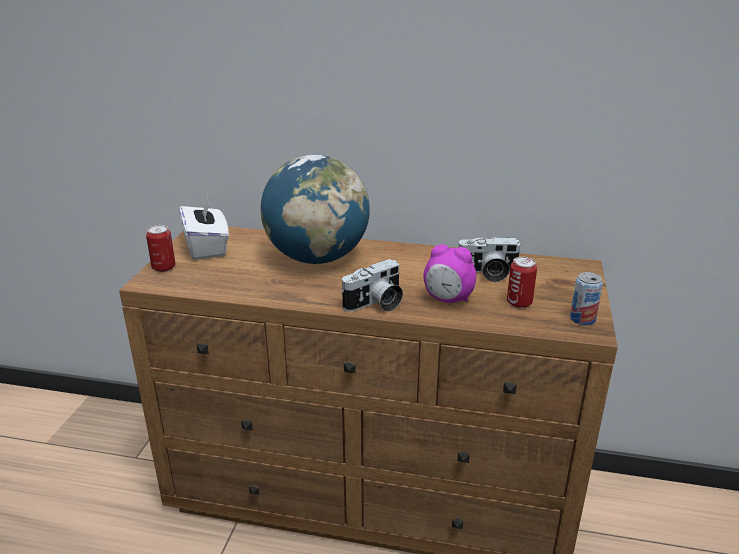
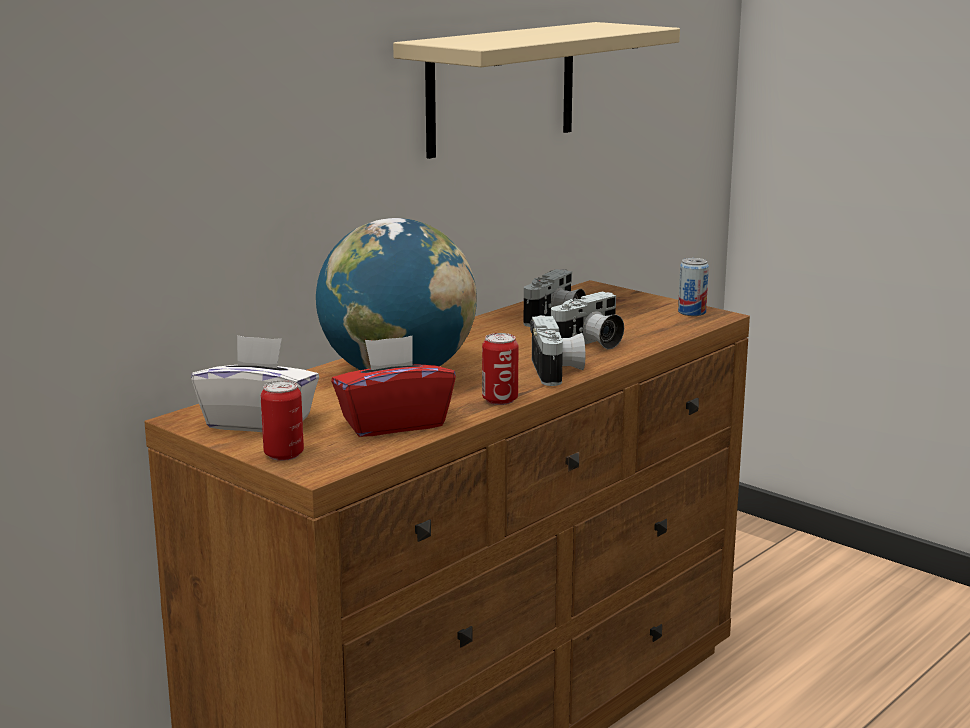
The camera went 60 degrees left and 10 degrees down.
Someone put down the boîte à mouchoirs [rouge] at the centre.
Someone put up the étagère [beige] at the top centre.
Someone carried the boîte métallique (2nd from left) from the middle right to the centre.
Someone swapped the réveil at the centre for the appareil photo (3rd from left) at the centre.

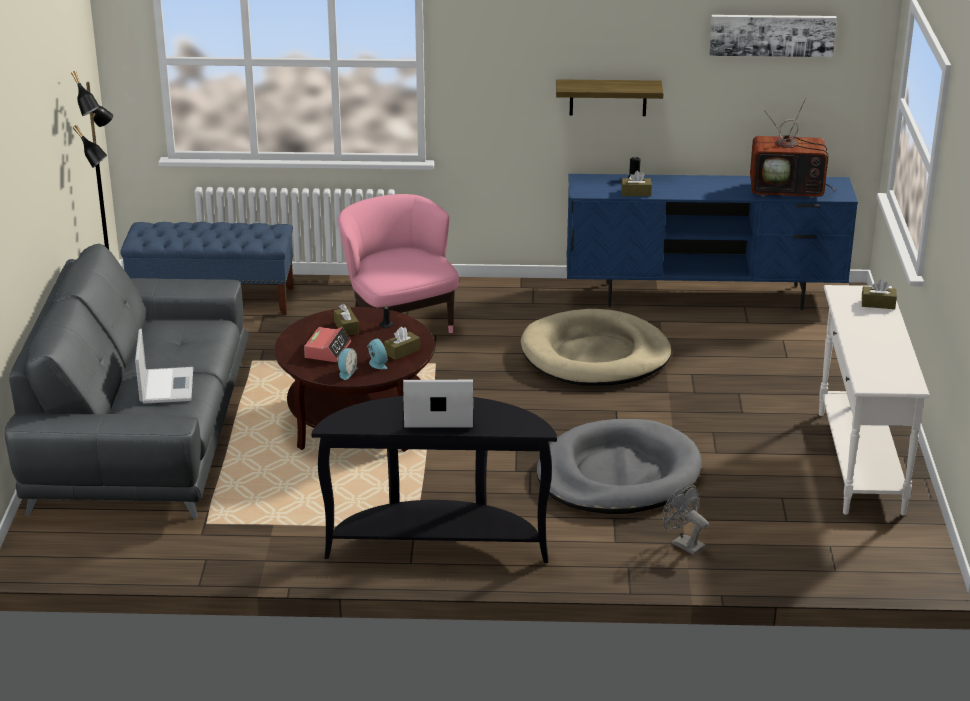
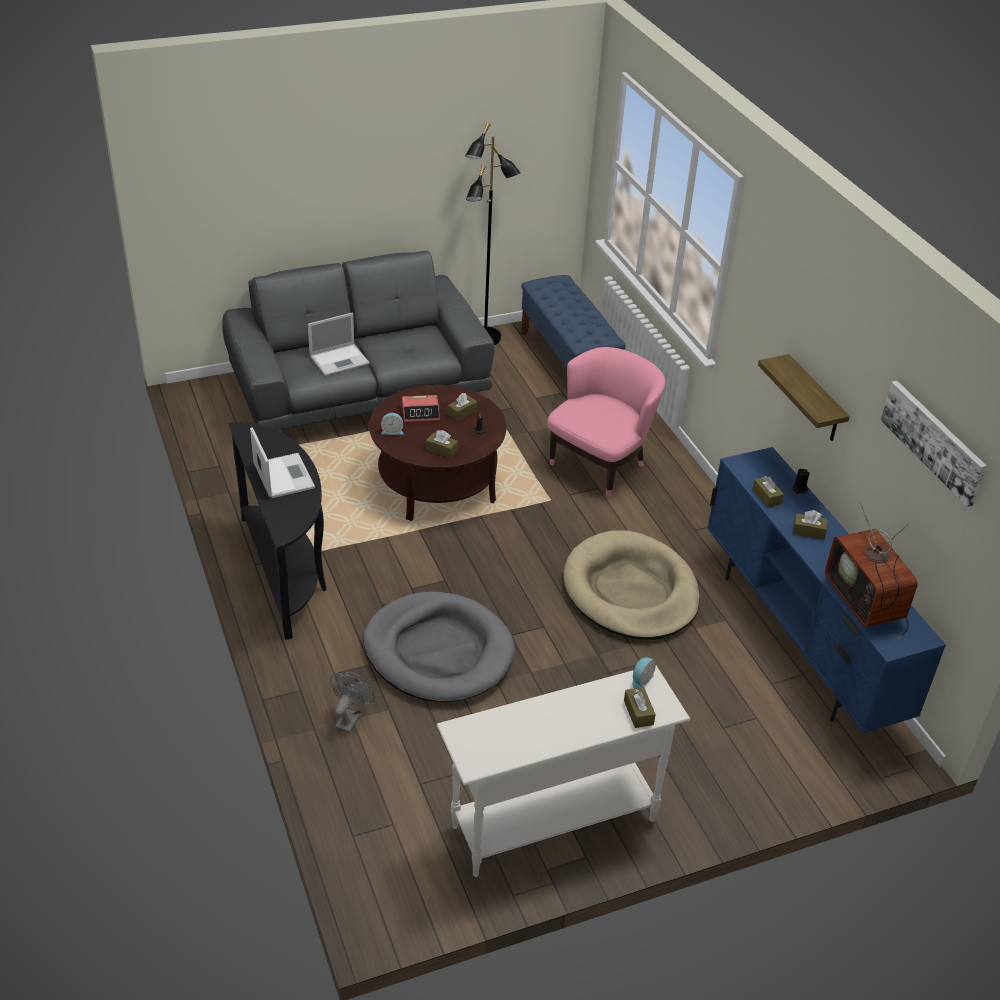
The camera went 65 degrees right and 10 degrees up.
Someone put down the boîte à mouchoirs [marron] (5th from left) at the middle right.
Someone carried the réveil (3rd from left) from the centre to the bottom centre.

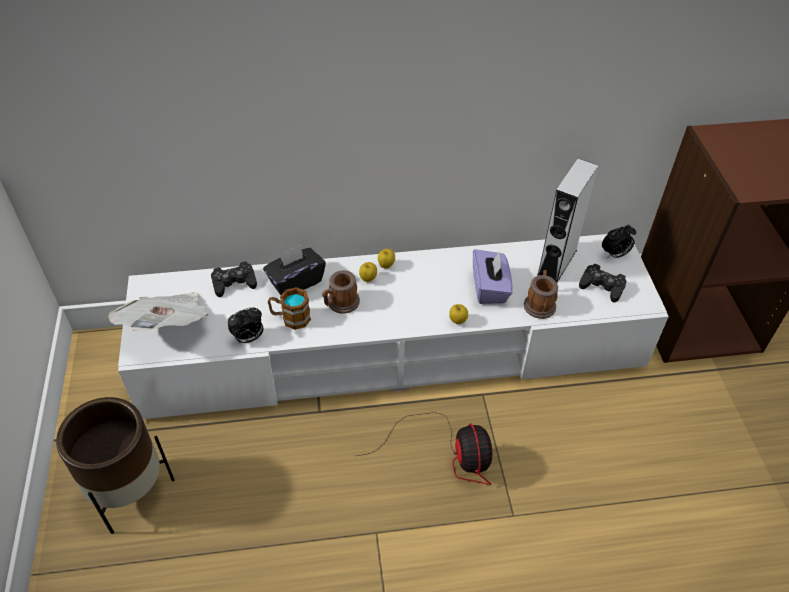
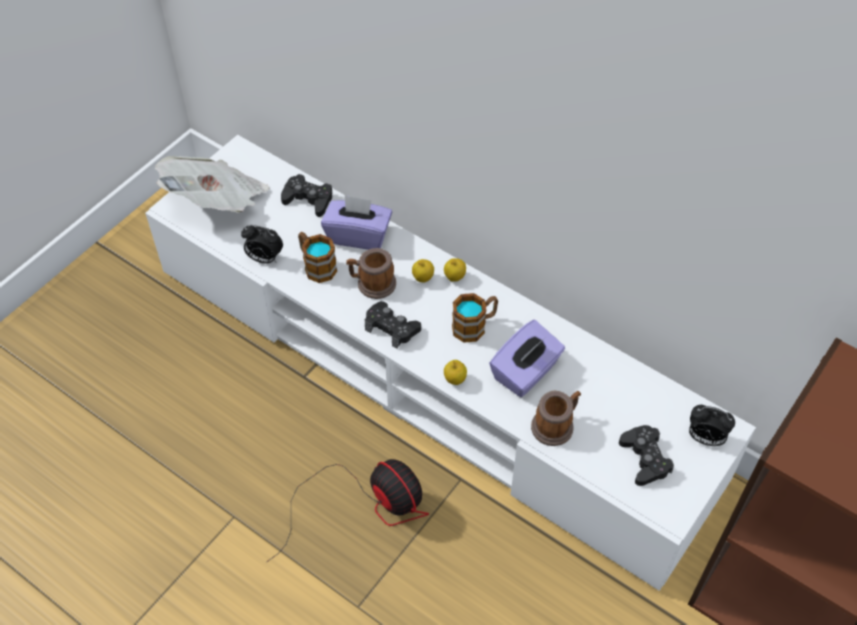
The camera went 45 degrees right and 5 degrees up.
Someone took away the cache-pot [marron] at the bottom left.
Someone took away the enceinte [gris] at the middle right.
Someone put down the manette [noir] (2nd from left) at the centre.
Someone put down the mug (3rd from left) at the centre.
Someone repainted the boîte à mouchoirs [noir] at the centre, which became the boîte à mouchoirs [violet] (1st from left) at the centre.
Someone rotated the ventilateur at the bottom centre by 75 degrees counterclockwise.

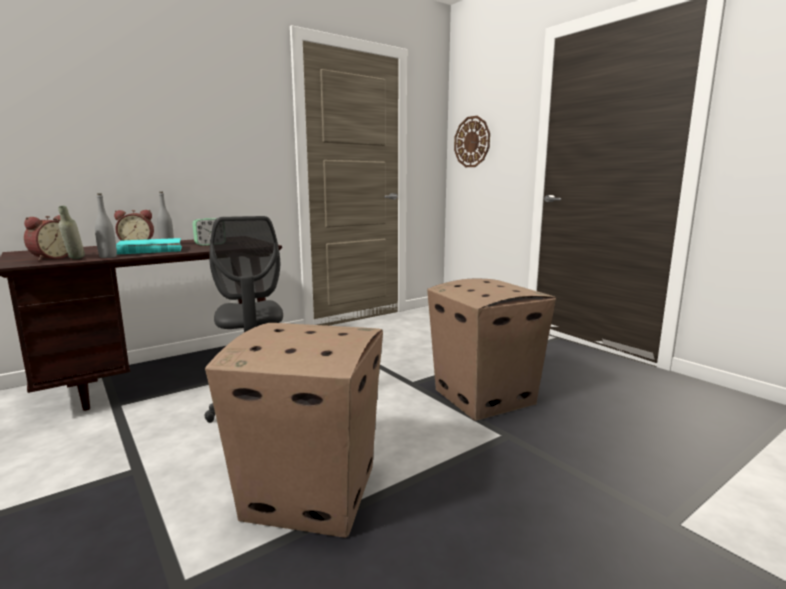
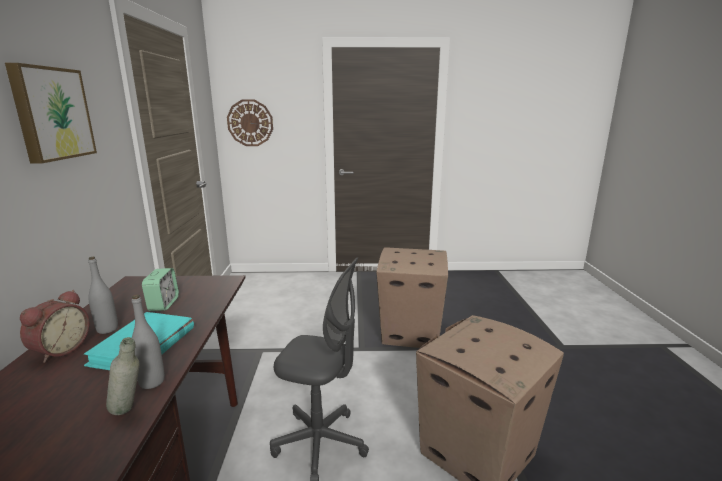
The camera went 55 degrees left and 5 degrees up.
Someone took away the réveil (1st from left) at the middle left.
Someone put up the tableau at the top left.

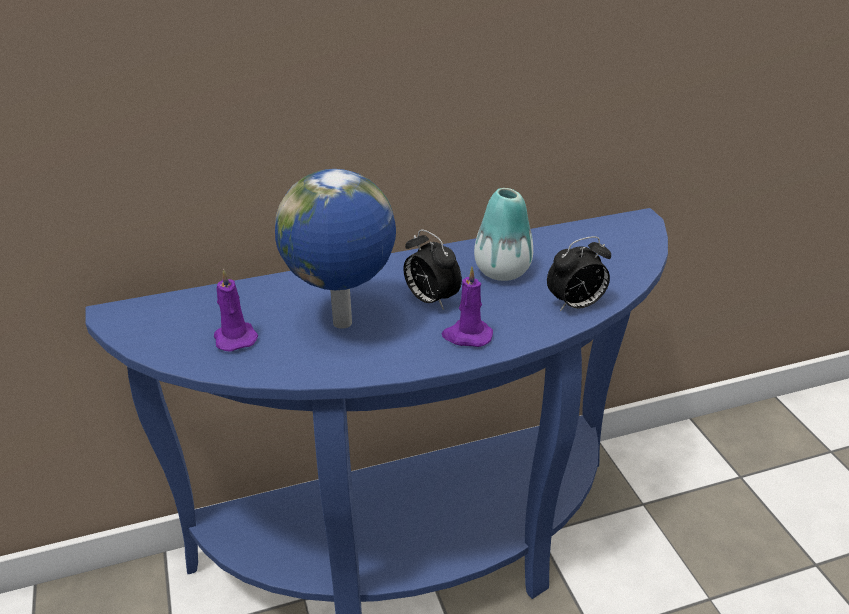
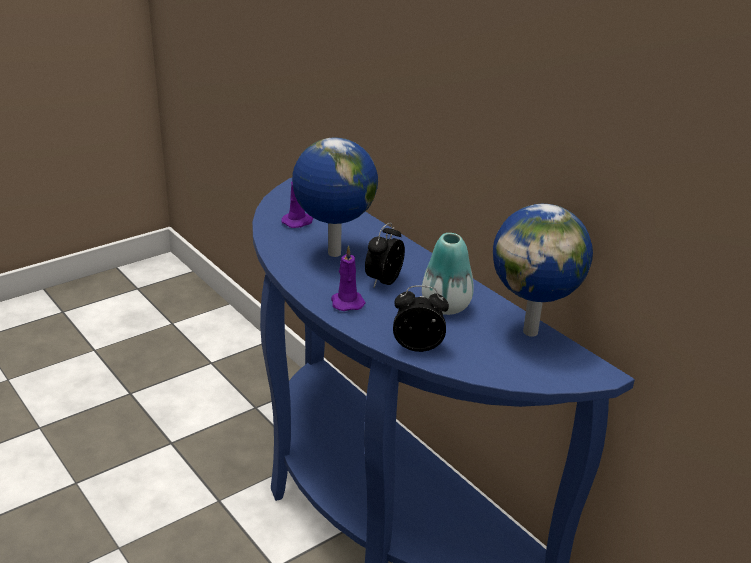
The camera went 70 degrees right and 5 degrees down.
Someone put down the globe (2nd from left) at the middle right.
Someone rotated the réveil (2nd from left) at the middle right by 135 degrees clockwise.

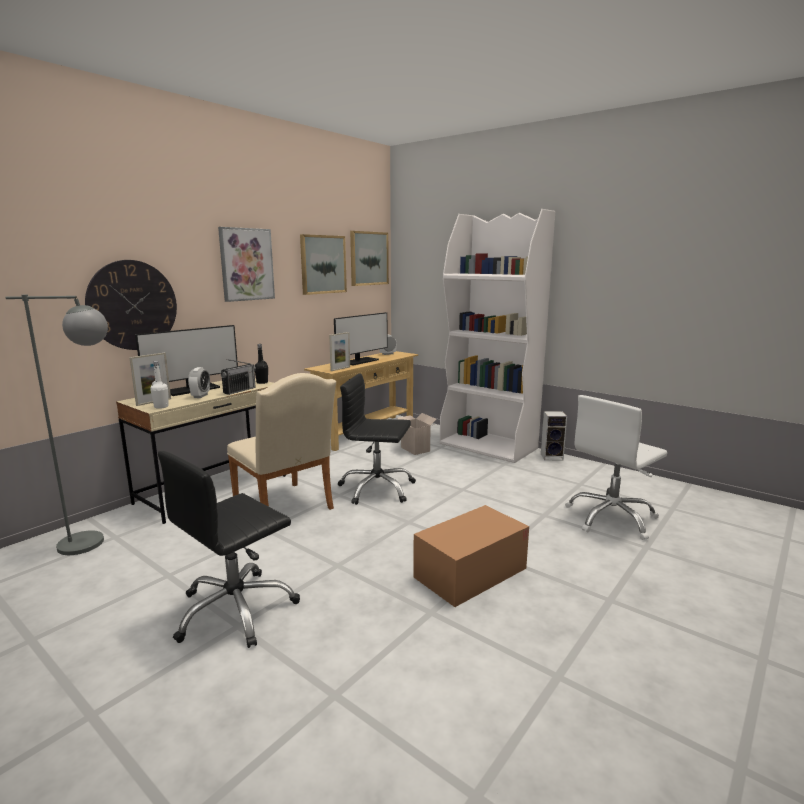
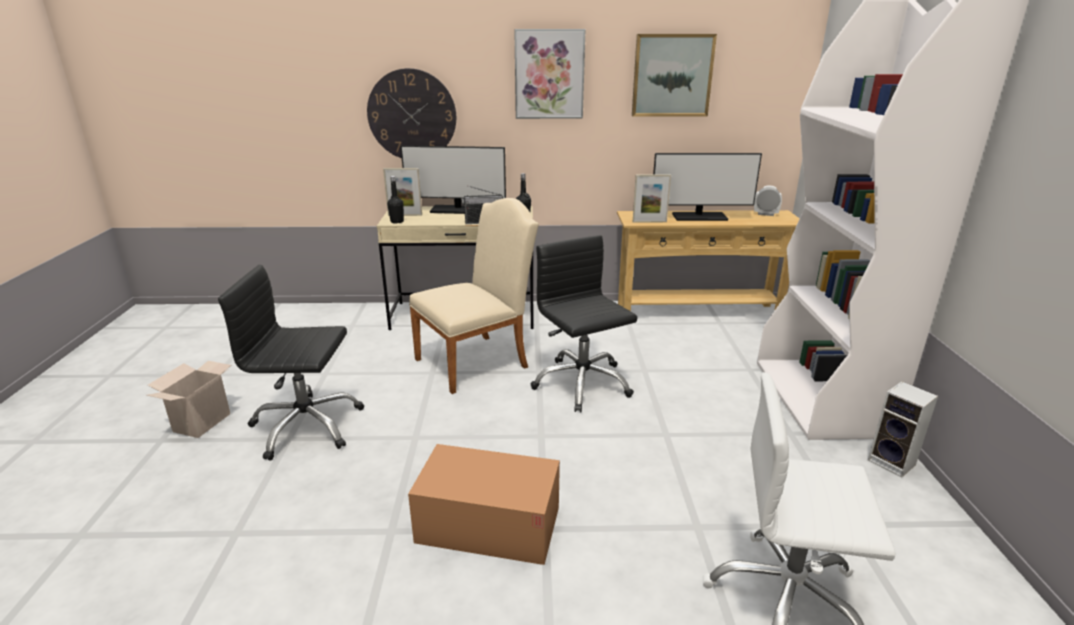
The camera went 50 degrees right and 10 degrees up.
Someone took away the lampadaire [gris] at the middle left.
Someone took away the réveil (1st from left) at the middle left.
Someone took away the tableau (3rd from left) at the top centre.
Someone carried the carton (1st from left) from the centre to the middle left.
Someone repainted the bouteille [blanc] at the middle left, which became the bouteille [noir] (1st from left) at the top centre.
Someone rotated the chaise [beige] at the centre by 135 degrees counterclockwise.

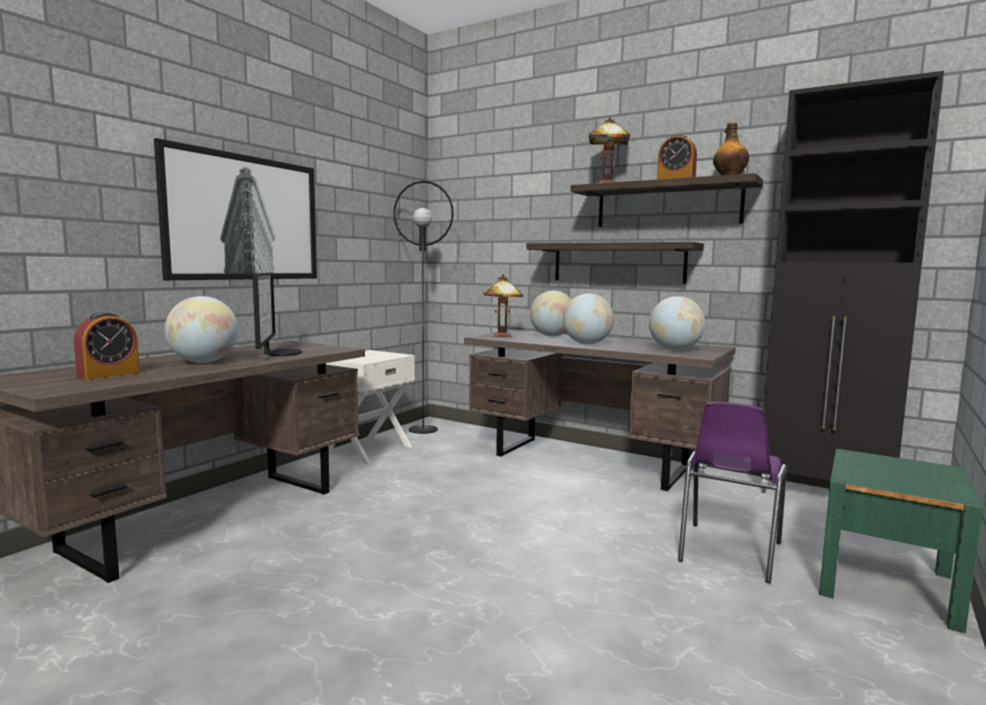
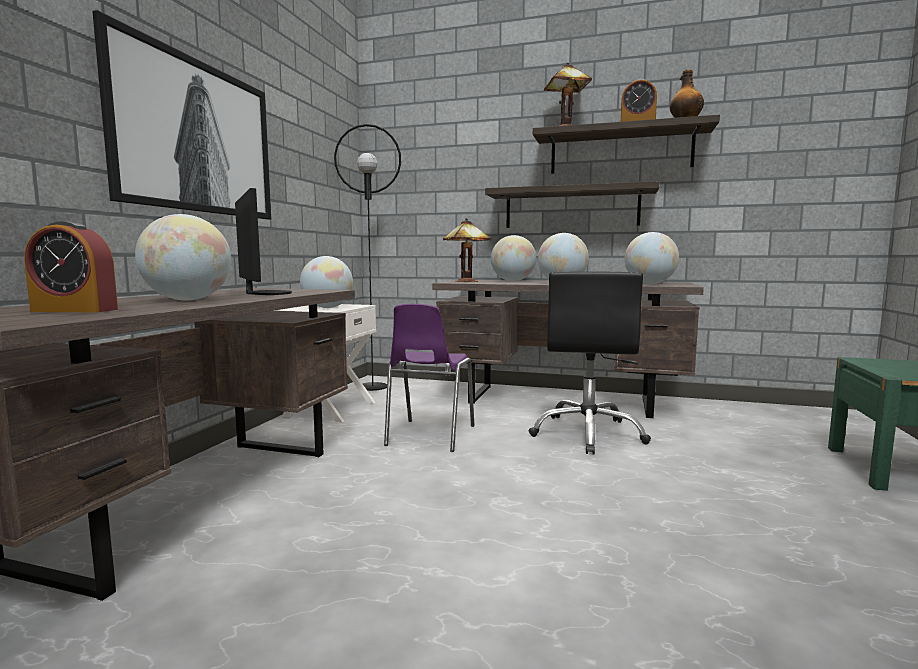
The camera went 15 degrees left and 0 degrees up.
Someone took away the meuble de rangement [noir] at the middle right.
Someone put down the globe (2nd from left) at the centre.
Someone put down the chaise de bureau [noir] at the centre.
Someone carried the chaise [violet] from the bottom right to the centre.
Someone rotated the réveil (1st from left) at the middle left by 75 degrees clockwise.

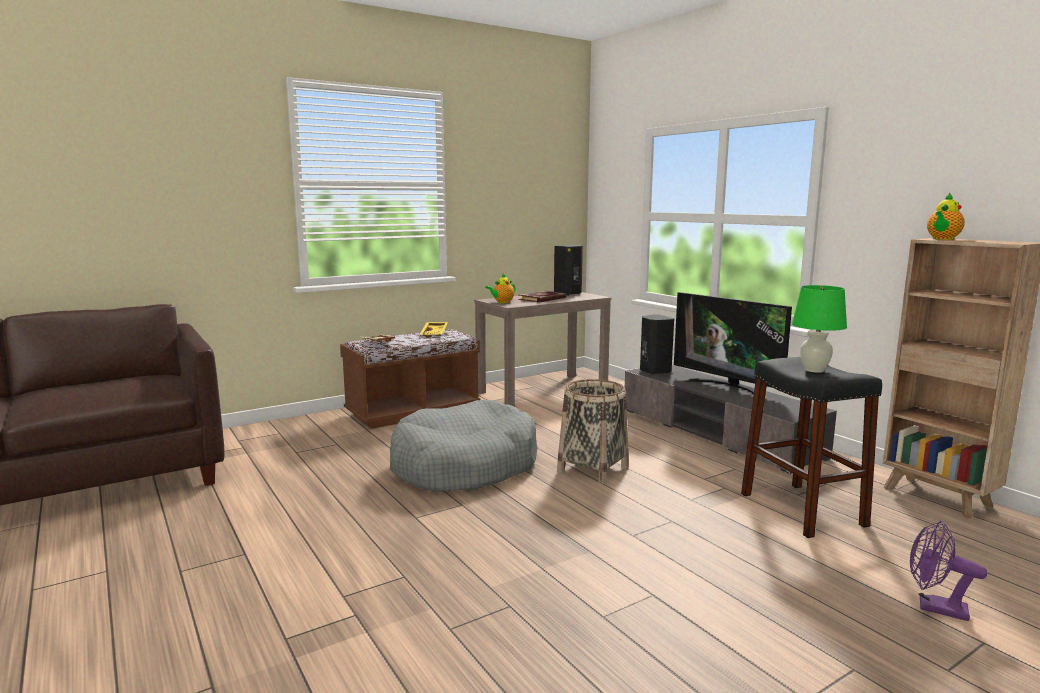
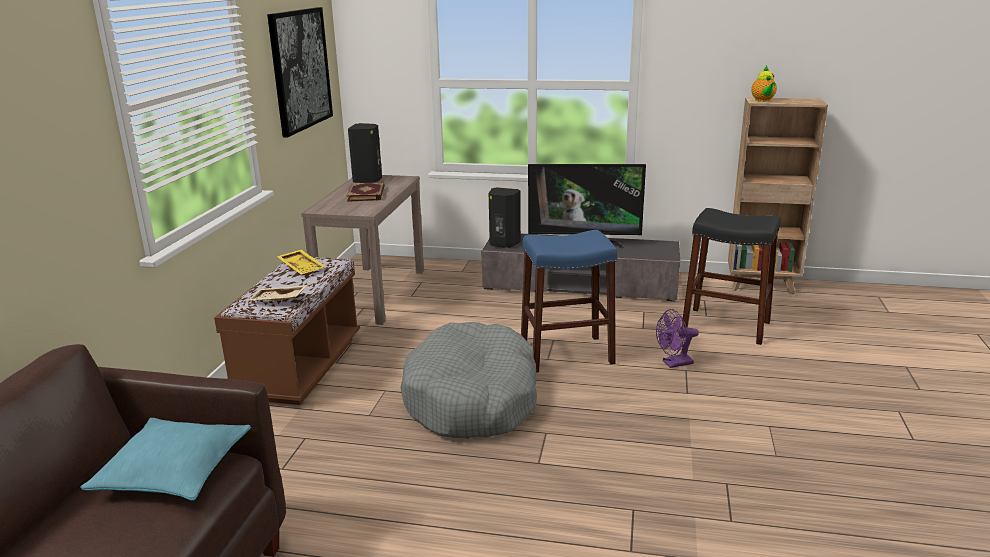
The camera went 45 degrees left and 10 degrees up.
Someone took away the théière (1st from left) at the centre.
Someone took away the lampe de table [vert] at the middle right.
Someone put down the coussin [turquoise] at the bottom left.
Someone put up the tableau at the top left.
Someone carried the ventilateur [violet] from the bottom right to the middle right.
Someone swapped the panier at the centre for the tabouret [bleu] at the centre.

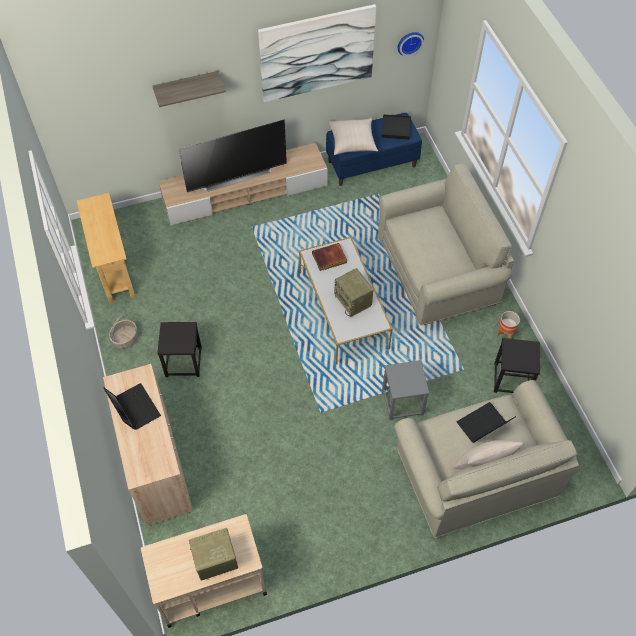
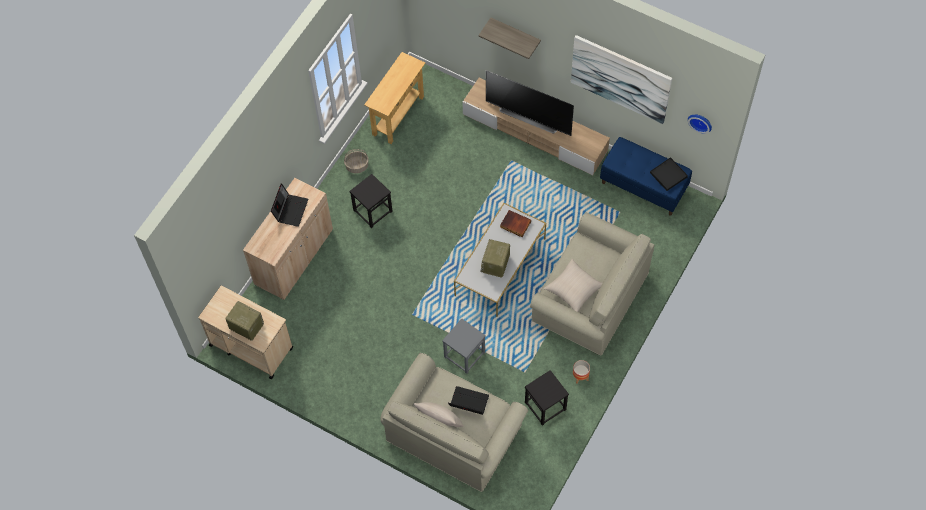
The camera went 50 degrees right and 5 degrees up.
Someone carried the coussin [beige] (1st from left in the first image) from the top centre to the centre.

